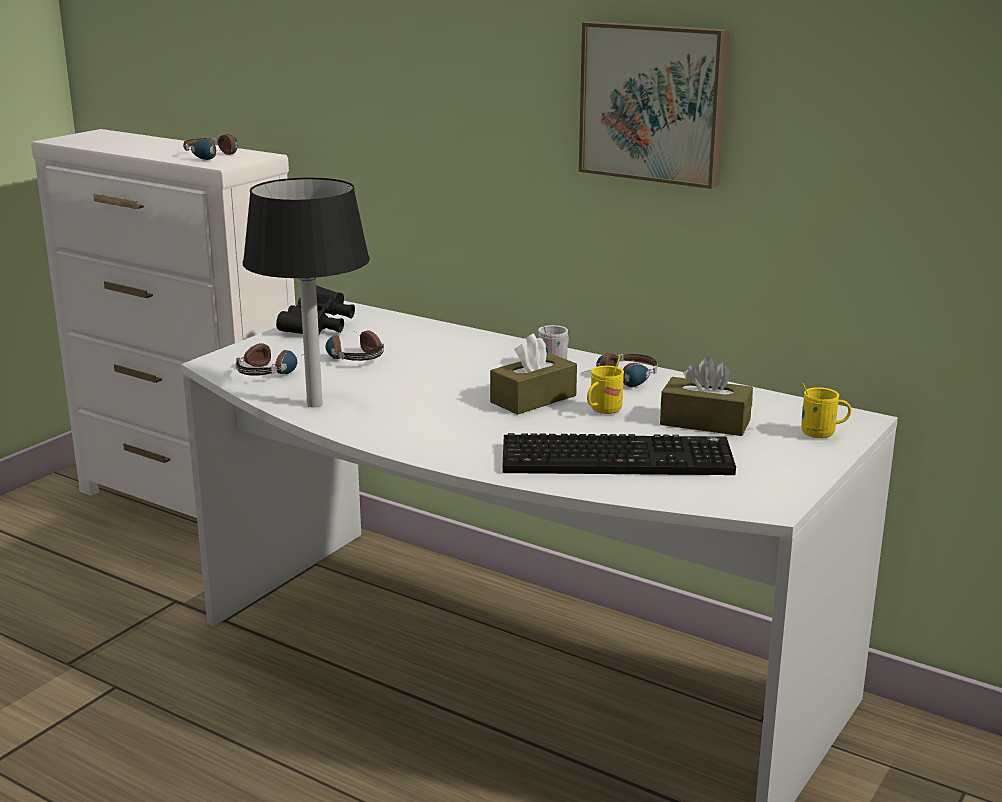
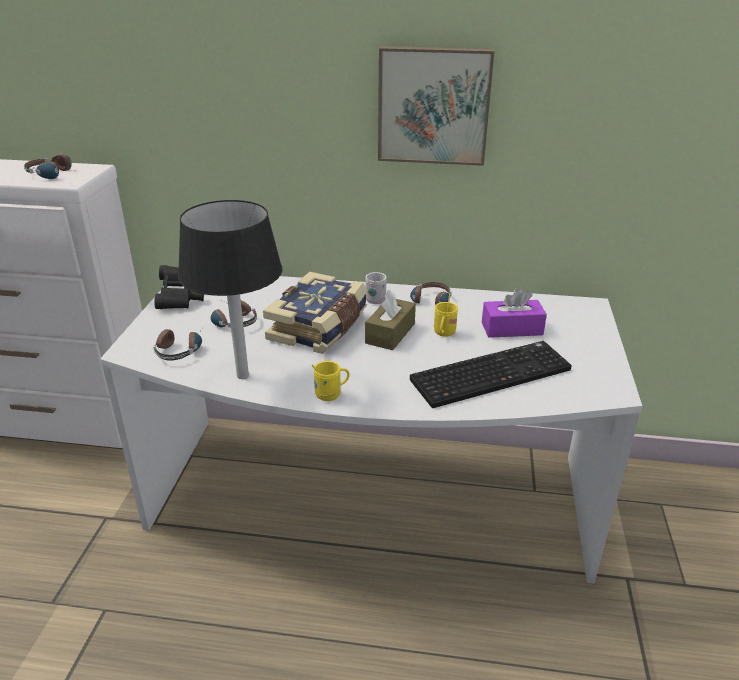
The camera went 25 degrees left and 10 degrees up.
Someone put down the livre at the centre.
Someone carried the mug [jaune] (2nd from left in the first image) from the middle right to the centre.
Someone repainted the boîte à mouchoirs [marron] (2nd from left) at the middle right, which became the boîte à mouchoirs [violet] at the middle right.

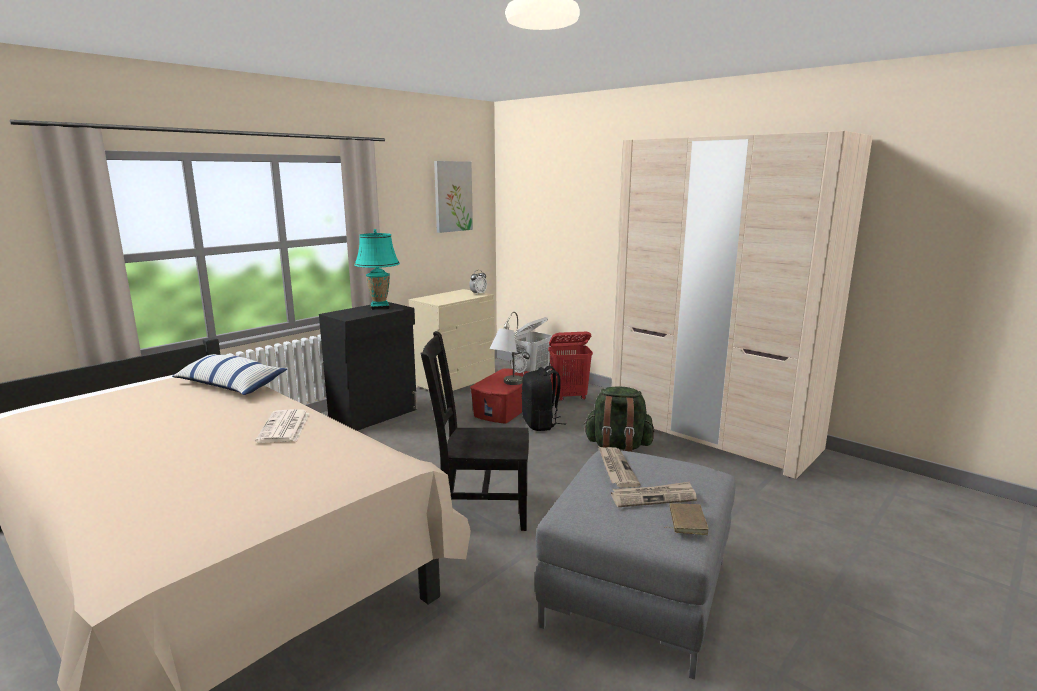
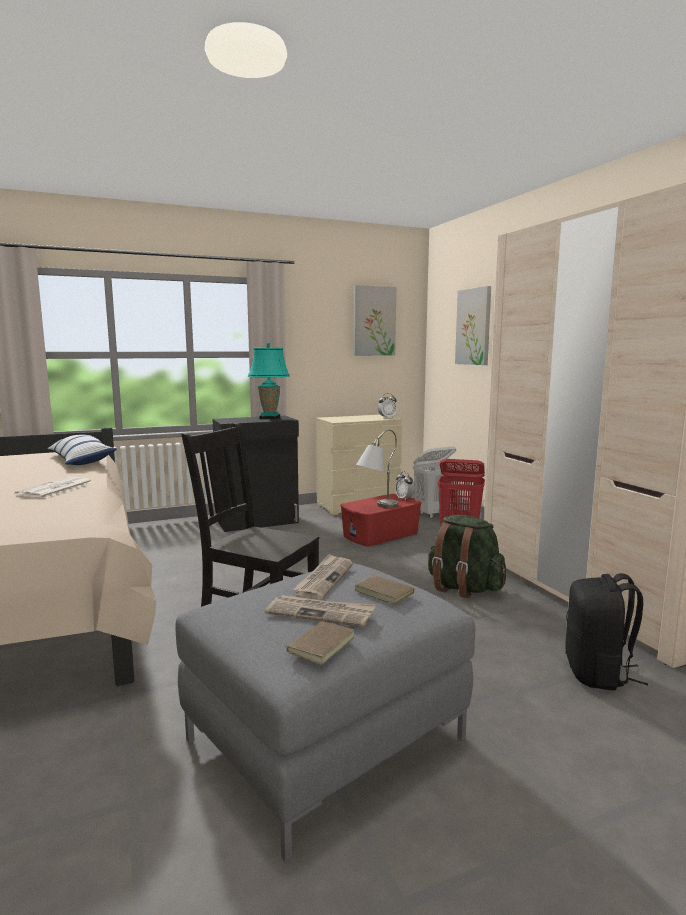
The camera went 25 degrees right and 5 degrees down.
Someone put down the livre [marron] (2nd from left) at the centre.
Someone put up the tableau (2nd from left) at the middle right.
Someone carried the sac à dos [noir] from the centre to the bottom right.

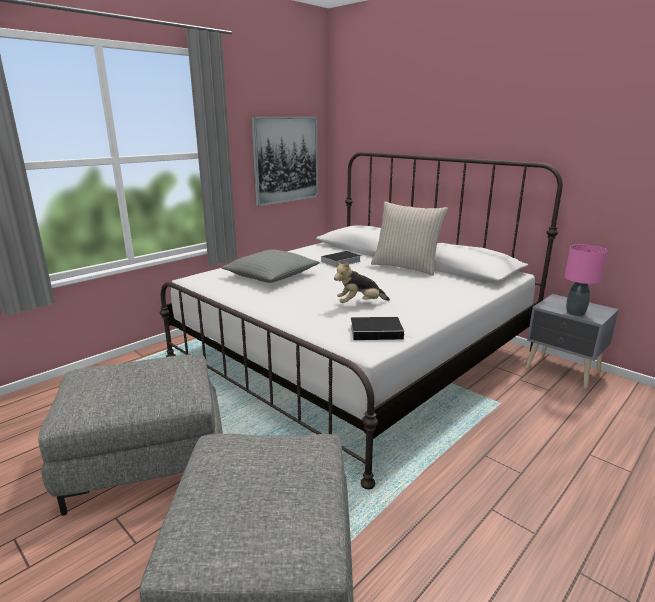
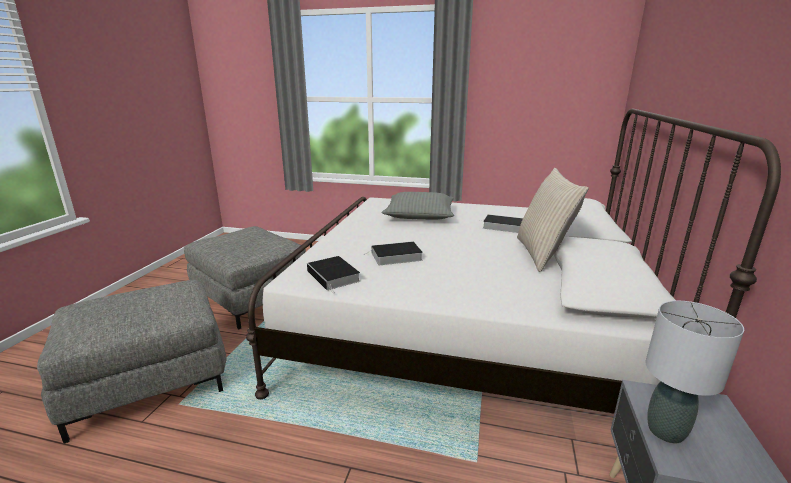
The camera went 60 degrees right and 0 degrees up.
Someone took away the tableau at the top centre.
Someone swapped the peluche at the centre for the livre (2nd from left) at the centre.
Someone repainted the lampe de table [rose] at the middle right, which became the lampe de table [gris] at the bottom right.

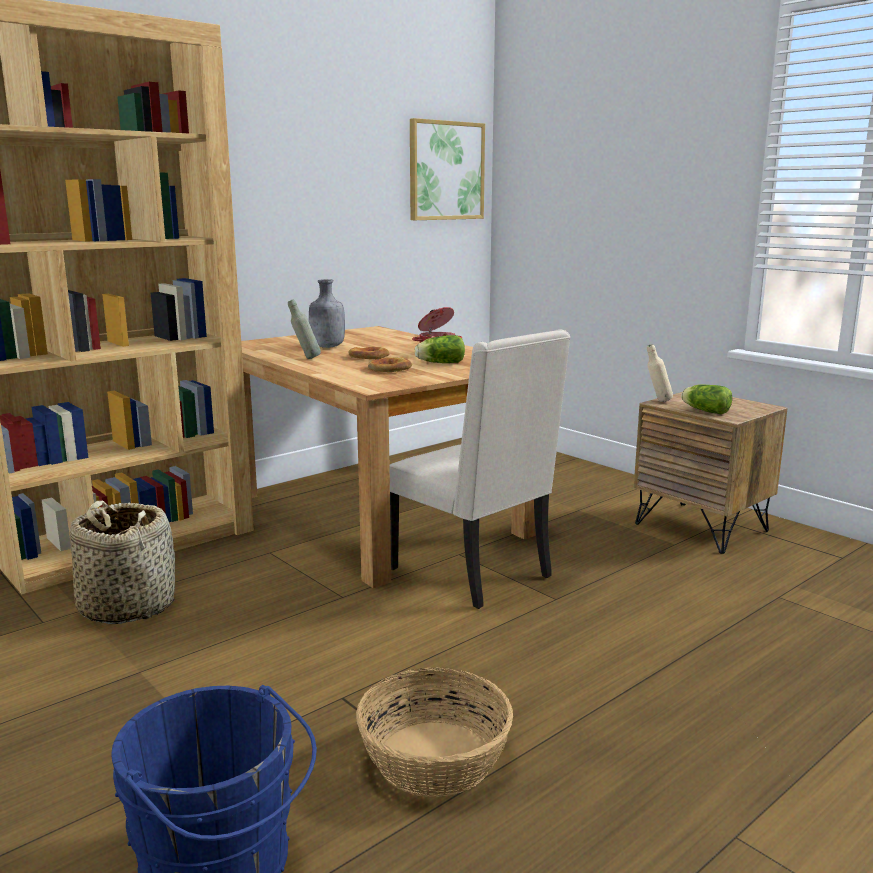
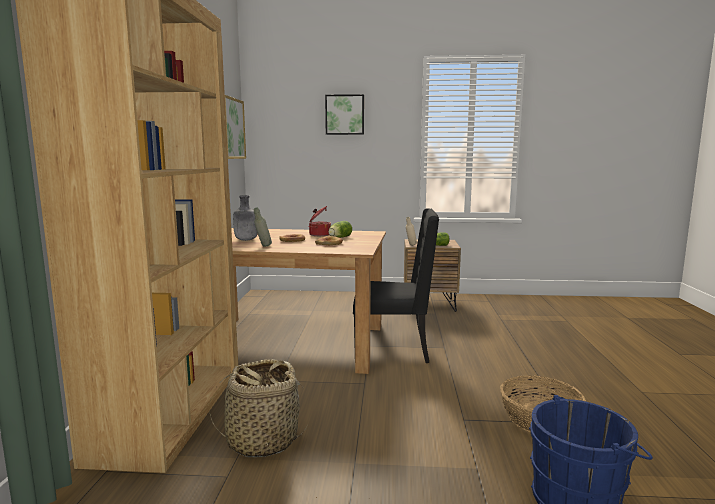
The camera went 45 degrees left and 5 degrees down.
Someone put up the tableau (2nd from left) at the top centre.
Someone repainted the chaise [beige] at the centre, which became the chaise [noir] at the centre.

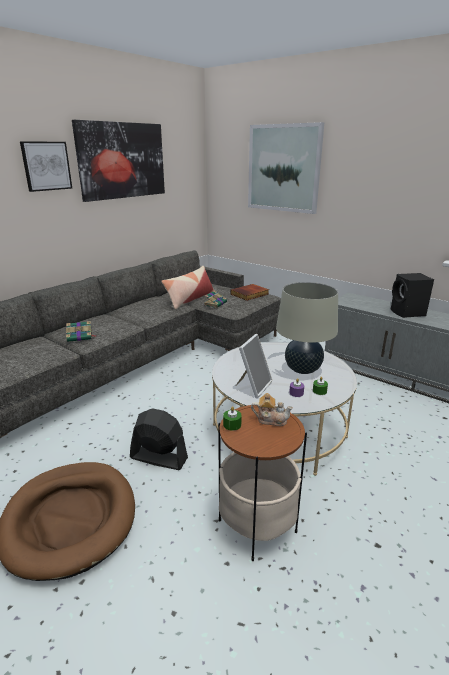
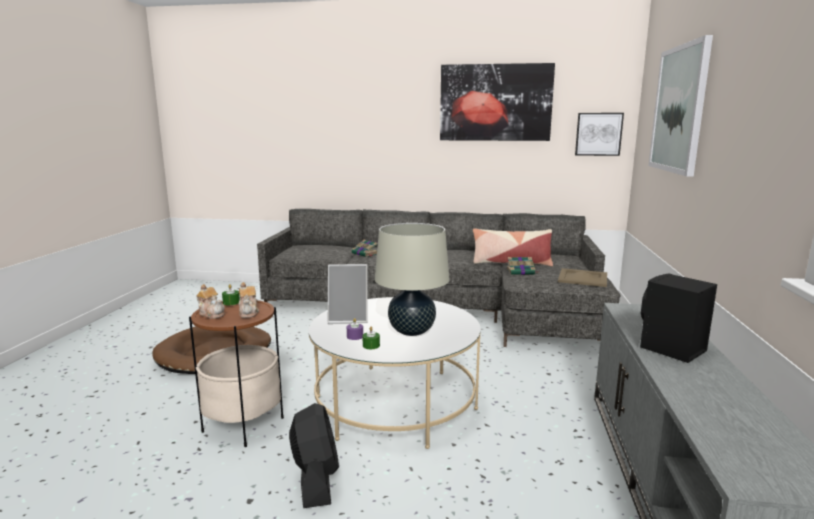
The camera went 60 degrees right and 10 degrees down.
Someone put down the théière (1st from left) at the middle left.
Someone carried the tableau (1st from left in the first image) from the top left to the top right.
Someone carried the ventilateur [noir] from the centre to the bottom centre.
Someone swapped the livre (3rd from left) at the centre for the plateau [beige] at the middle right.

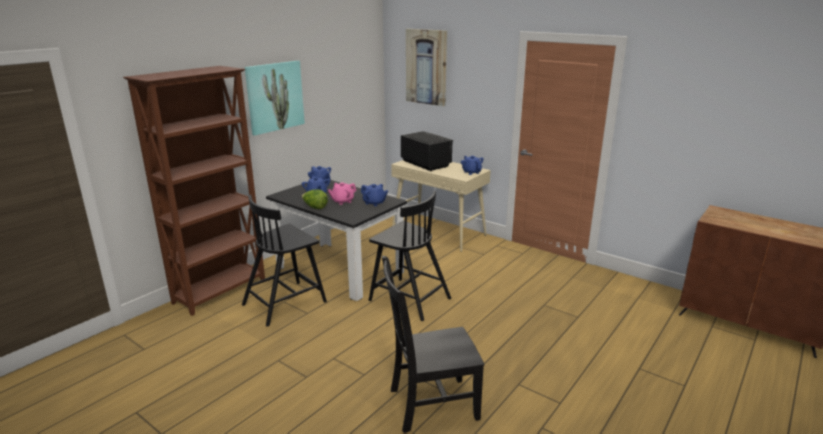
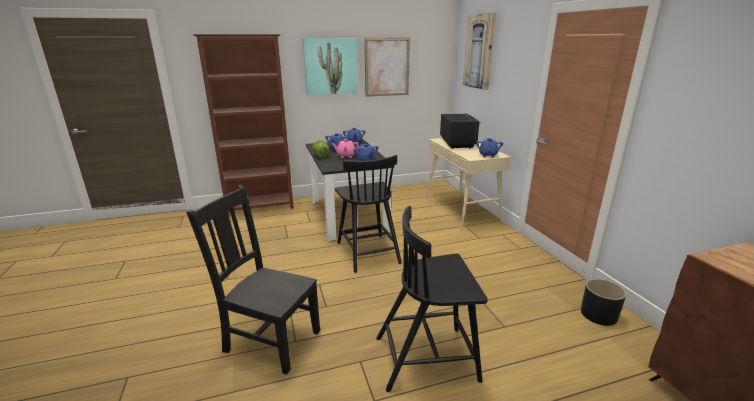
The camera went 35 degrees right and 0 degrees up.
Someone put up the tableau (2nd from left) at the top centre.
Someone put down the cache-pot [noir] at the bottom right.
Someone carried the chaise [noir] (1st from left in the first image) from the centre to the bottom centre.

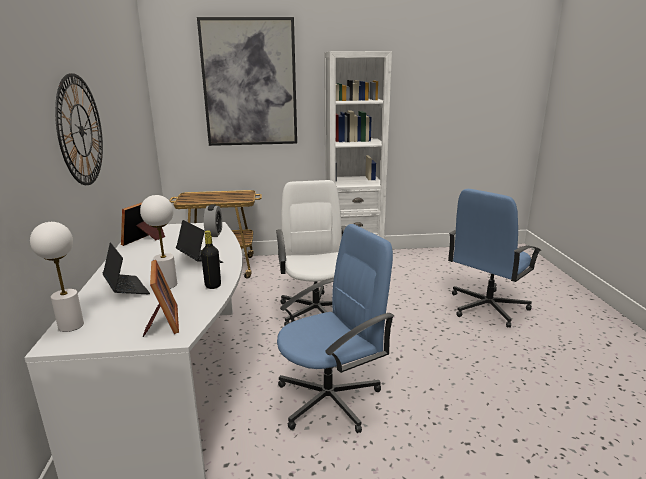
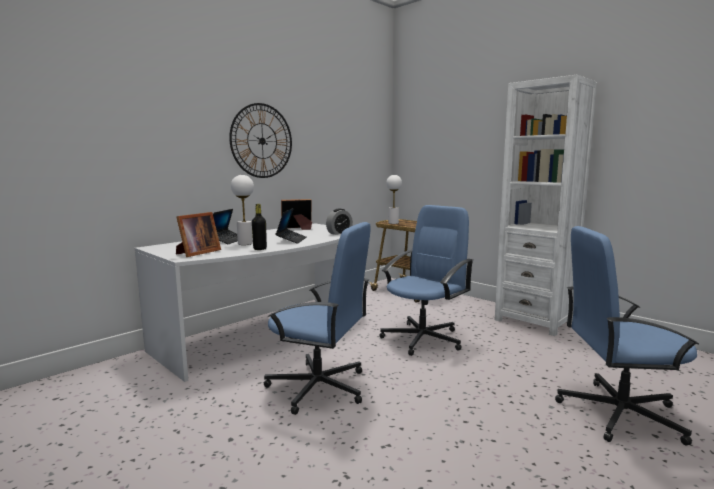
The camera went 50 degrees right and 10 degrees down.
Someone took away the tableau at the top centre.
Someone carried the lampe de table [blanc] (1st from left in the first image) from the middle left to the centre.
Someone repainted the chaise de bureau [blanc] at the centre, which became the chaise de bureau [bleu] (2nd from left) at the centre.

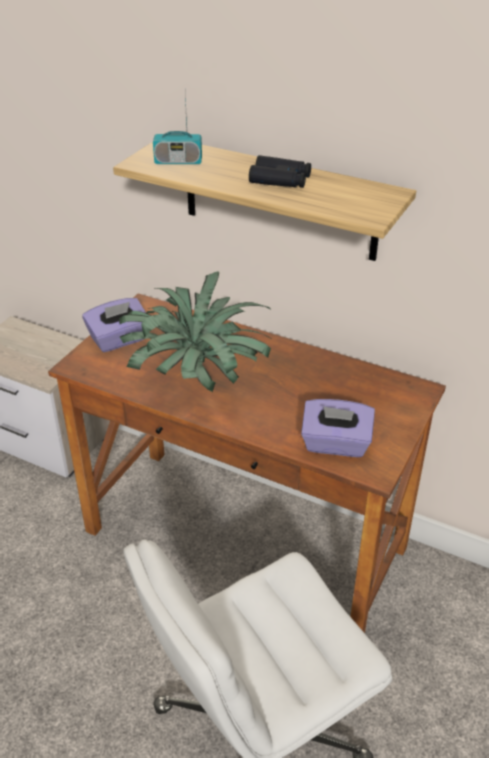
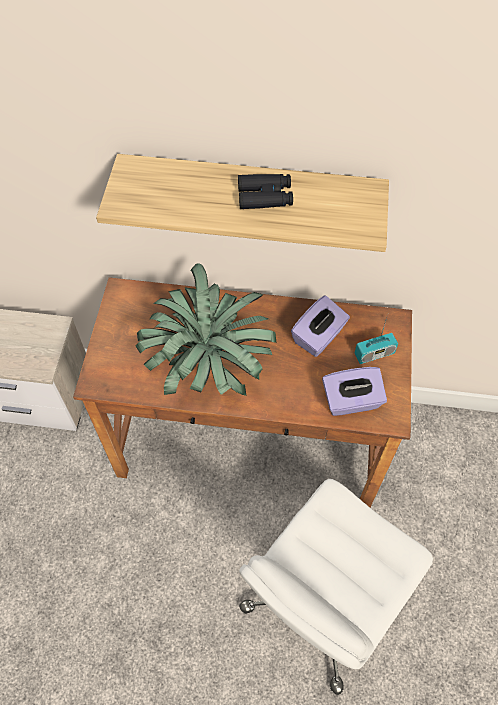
The camera went 20 degrees left and 20 degrees up.
Someone carried the boîte à mouchoirs [violet] (1st from left) from the middle left to the centre.
Someone carried the radio from the top centre to the middle right.

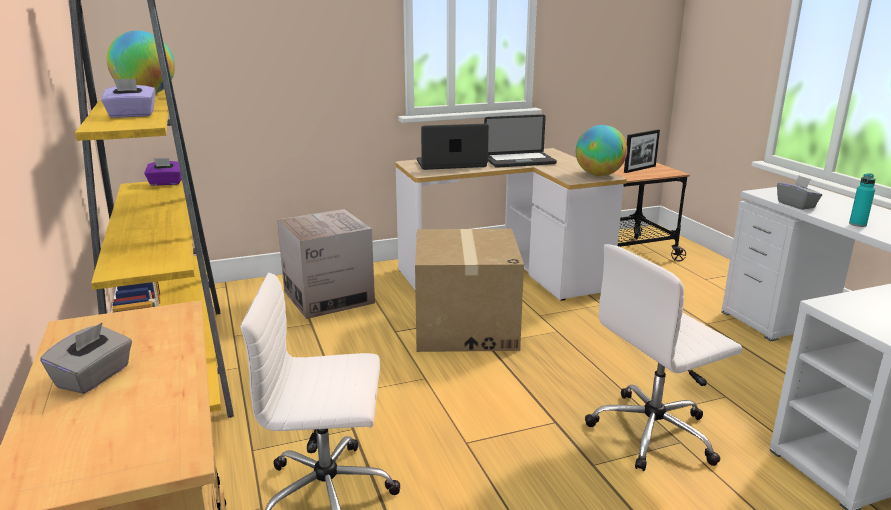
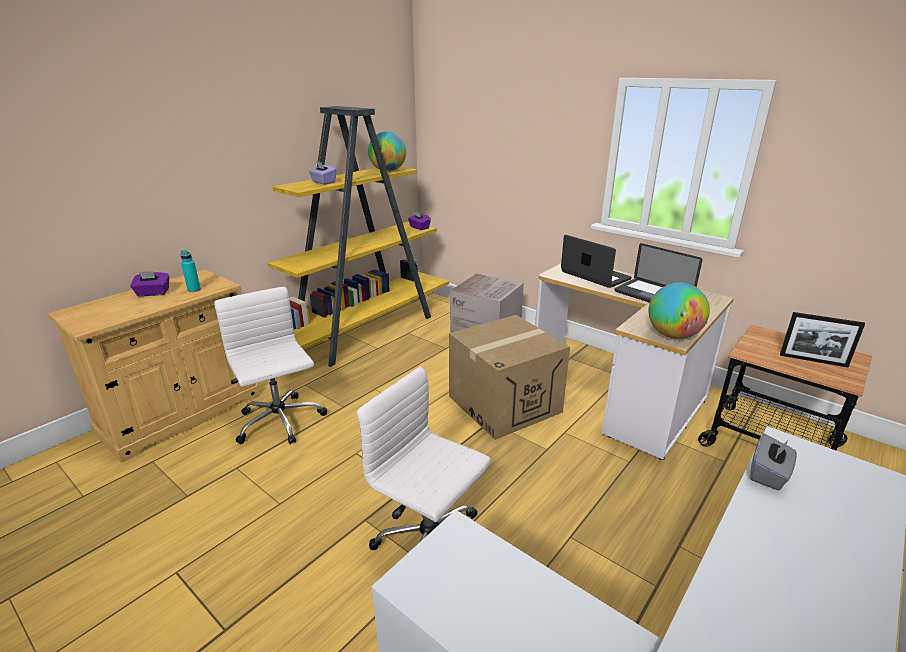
The camera went 60 degrees right and 5 degrees up.
Someone carried the bouteille [turquoise] from the middle right to the middle left.
Someone repainted the boîte à mouchoirs [gris] (1st from left) at the bottom left, which became the boîte à mouchoirs [violet] (1st from left) at the middle left.

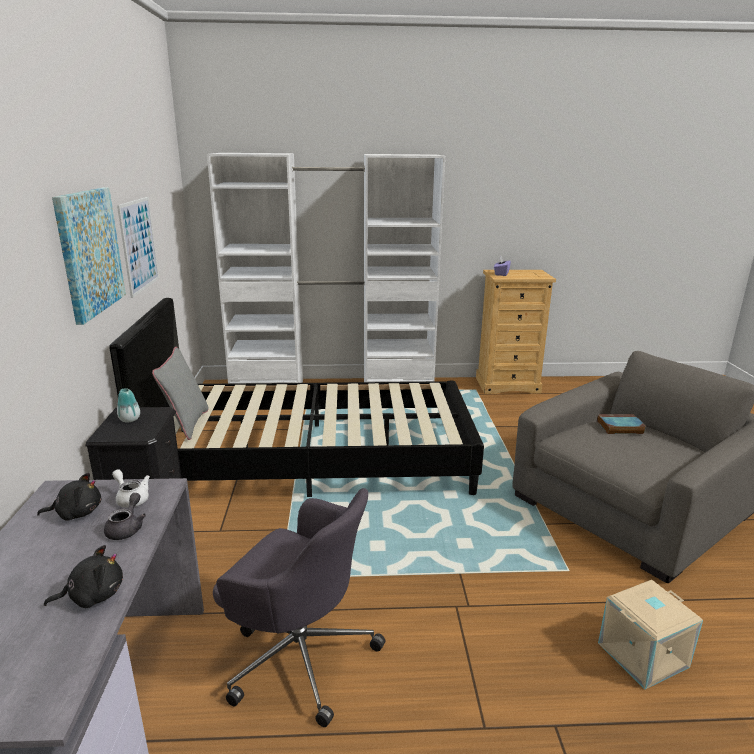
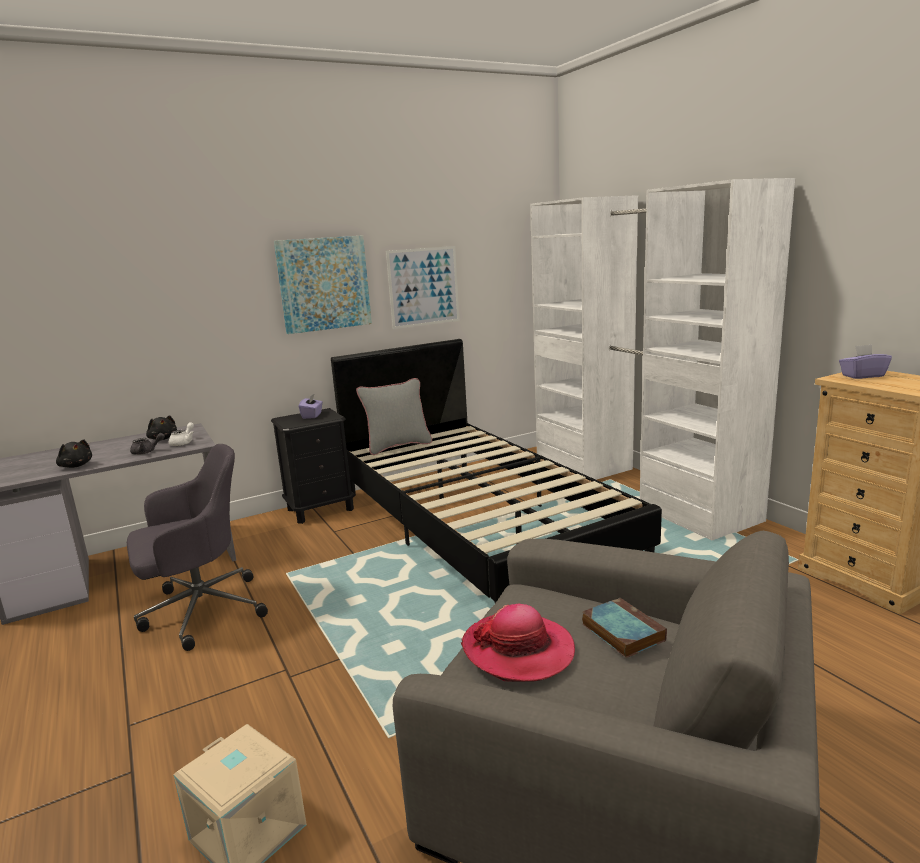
The camera went 65 degrees right and 5 degrees down.
Someone put down the chapeau at the bottom centre.
Someone swapped the vase at the middle left for the boîte à mouchoirs [violet] (1st from left) at the centre.
Someone rotated the chaise de bureau [gris] at the bottom centre by 120 degrees counterclockwise.

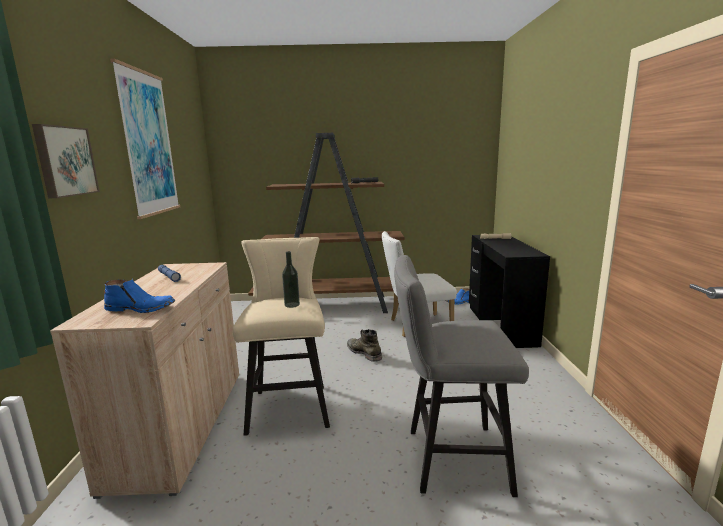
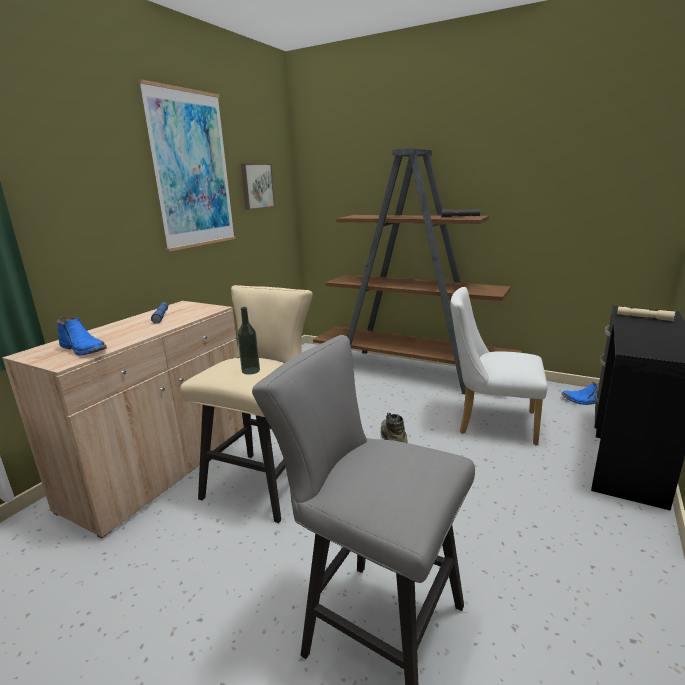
The camera went 30 degrees right and 5 degrees up.
Someone carried the tableau (1st from left in the first image) from the top left to the top centre.

